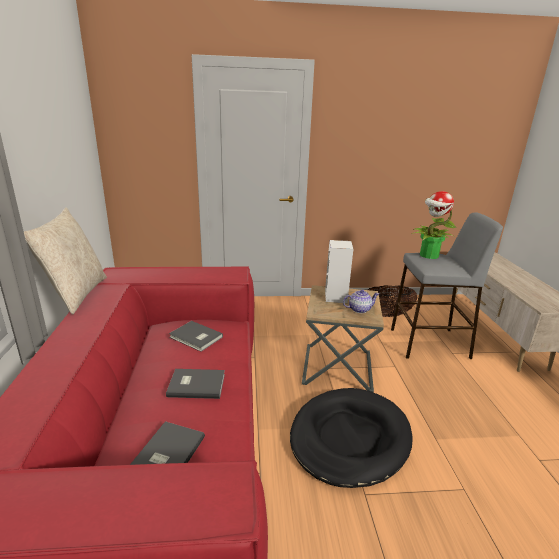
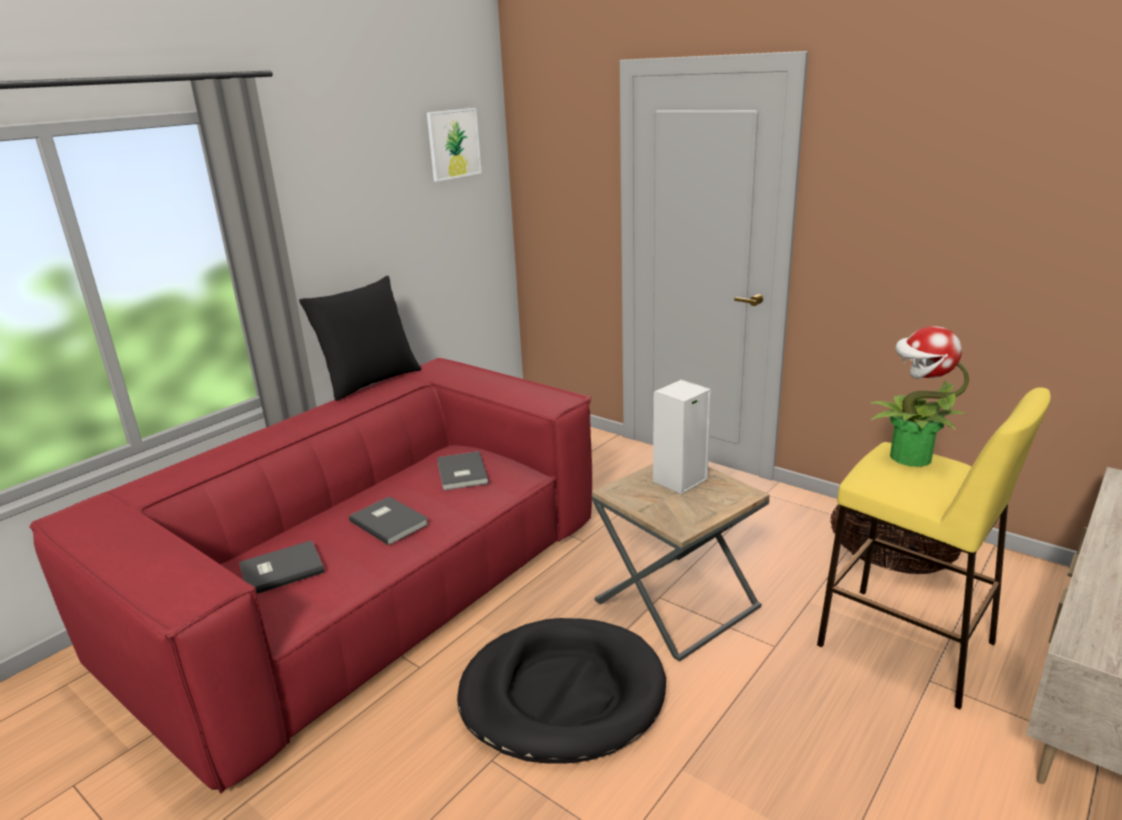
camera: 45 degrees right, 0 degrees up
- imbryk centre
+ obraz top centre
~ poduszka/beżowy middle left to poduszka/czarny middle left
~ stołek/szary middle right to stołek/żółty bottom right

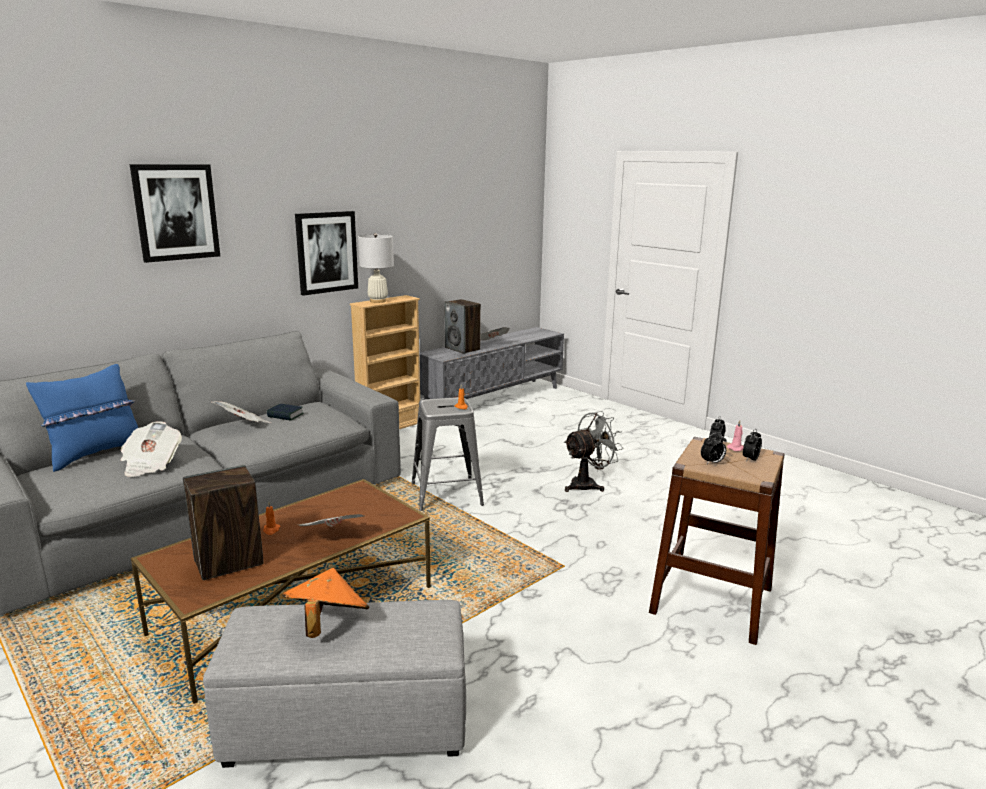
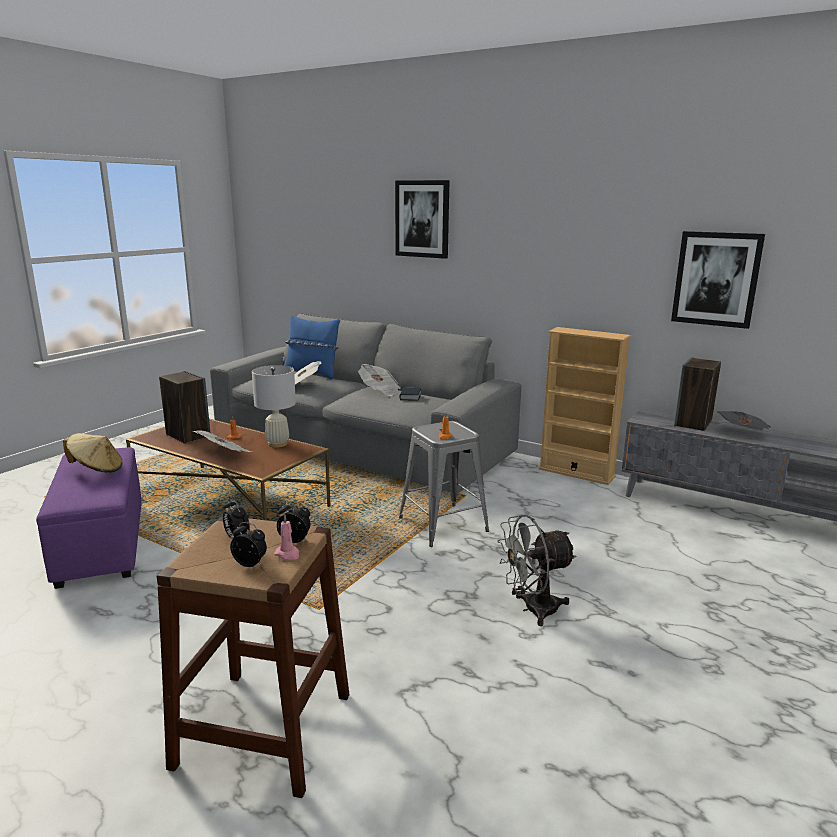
camera: 75 degrees right, 0 degrees up
~ obraz (no. 2 from left) top left to middle right
~ lampa stołowa/biały centre to middle left
~ pufa/szary bottom centre to pufa/fioletowy middle left
~ kapelusz/pomarańczowy bottom left to kapelusz/beżowy middle left
~ wentylator/szary centre = bottom centre 120 degrees clockwise

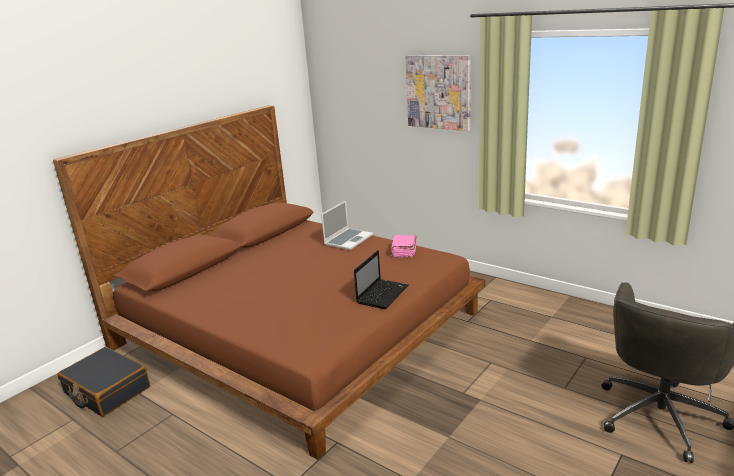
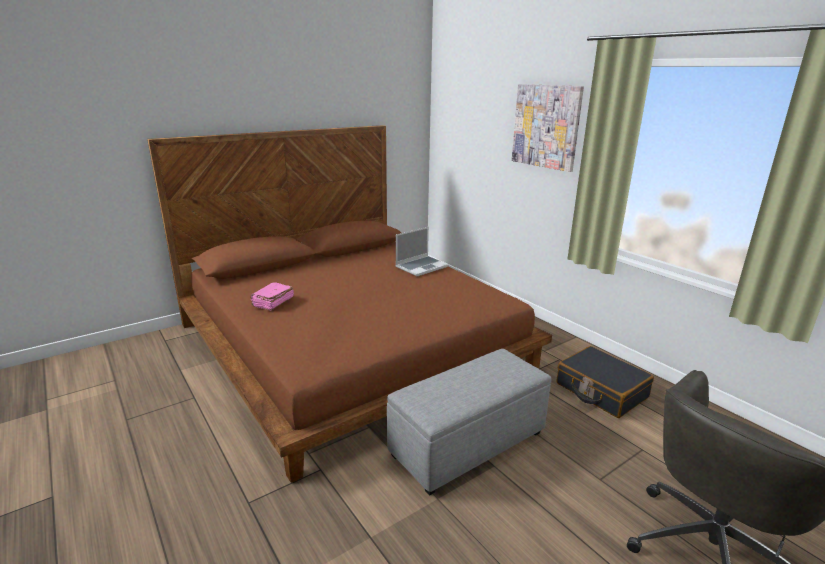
camera: 15 degrees right, 0 degrees up
- laptop (no. 2 from left) centre
+ pufa/szary bottom centre
~ walizka/czarny bottom left to bottom right
~ książka/różowy centre to middle left

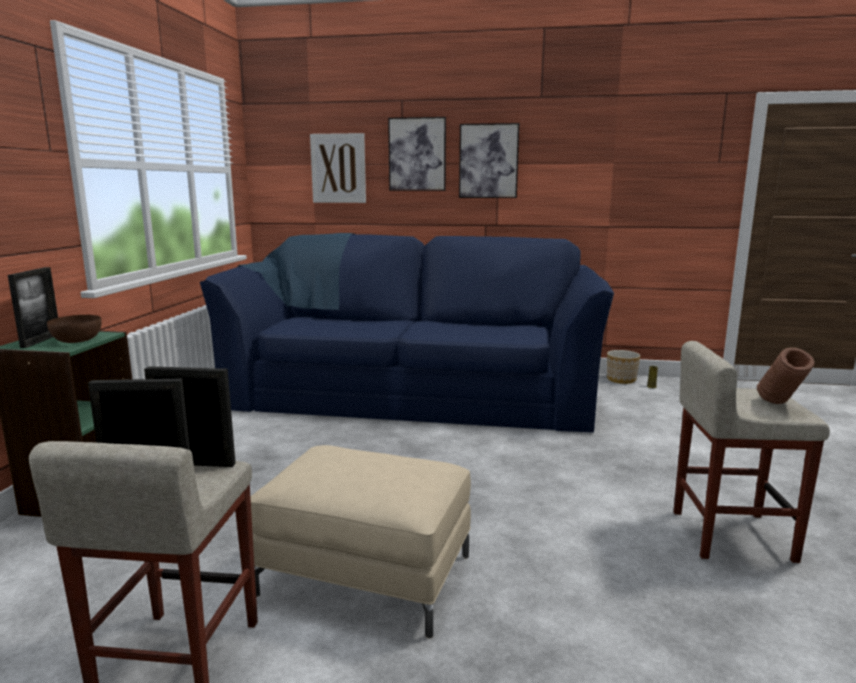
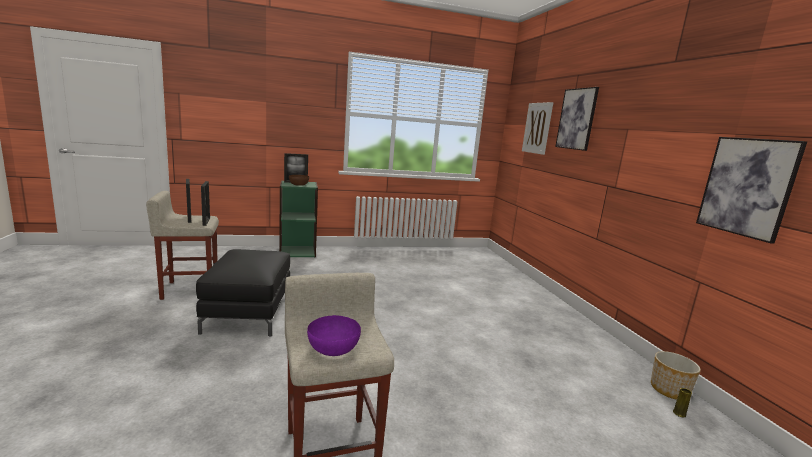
camera: 65 degrees right, 0 degrees up
- kanapa/niebieski centre
~ obraz (no. 3 from left) top centre to middle right
~ wazon/brązowy middle right to miska/fioletowy bottom centre
~ pufa/beżowy bottom centre to pufa/czarny middle left

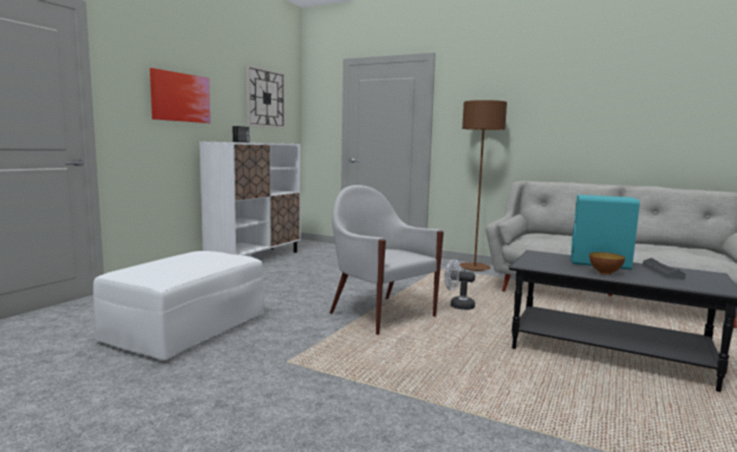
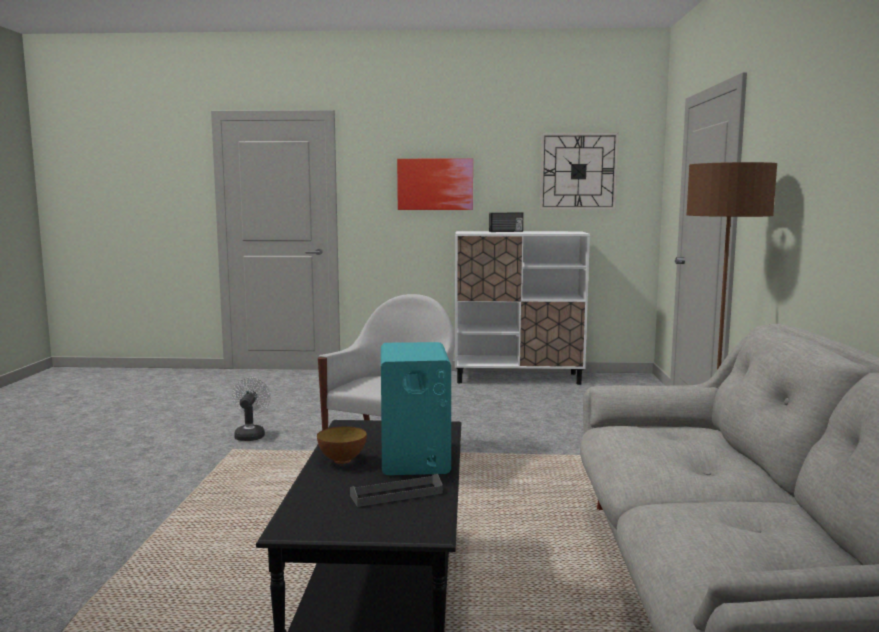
camera: 65 degrees right, 0 degrees up
- pufa/biały bottom left
~ wentylator/biały centre to middle left

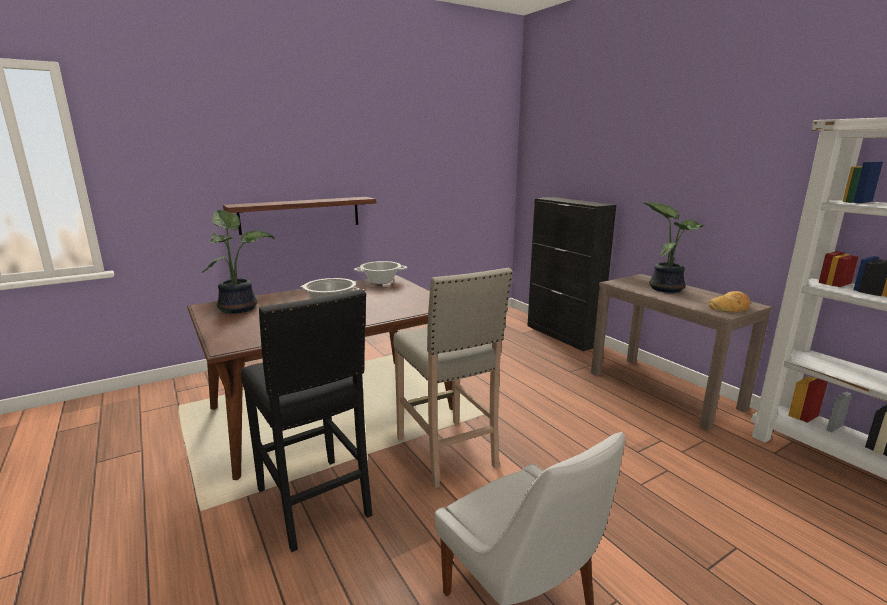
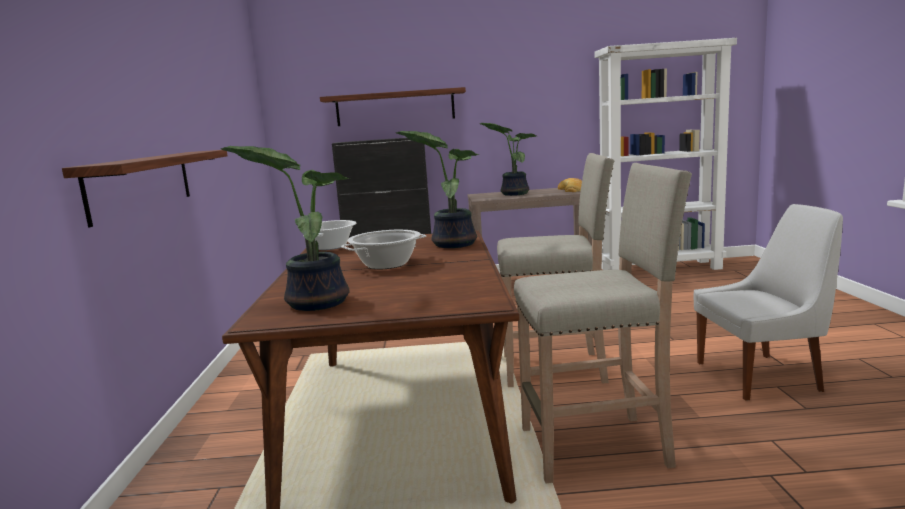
camera: 60 degrees left, 5 degrees down
+ półka (no. 2 from left) top centre
+ roślina doniczkowa (no. 2 from left) centre
~ stołek/czarny bottom centre to stołek/beżowy (no. 2 from left) centre

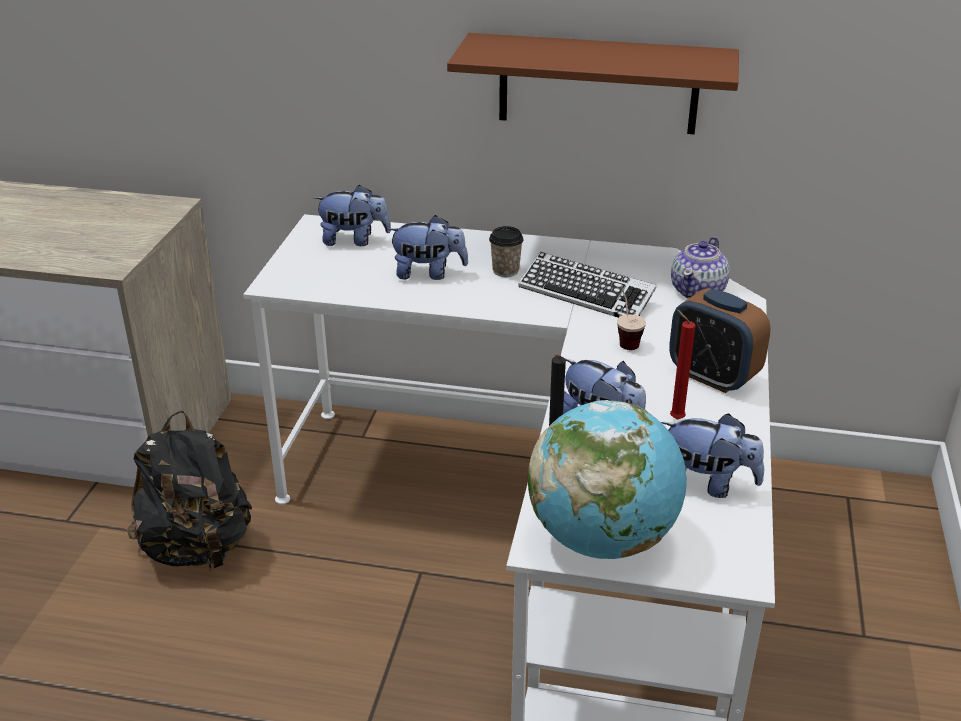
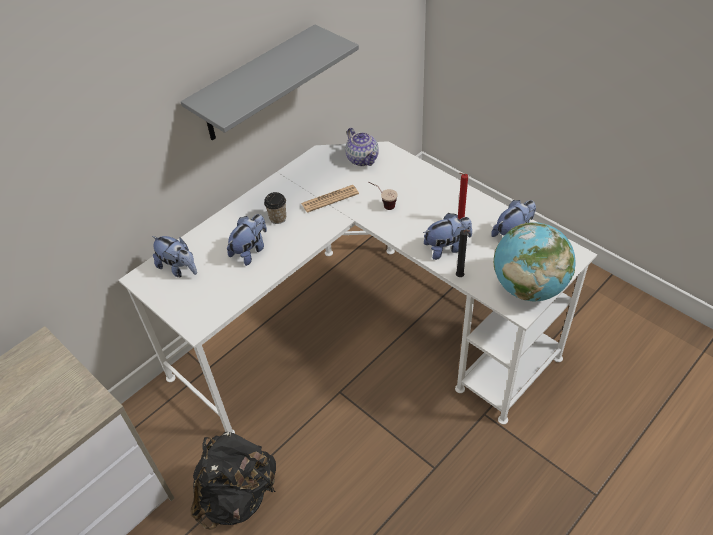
camera: 55 degrees left, 15 degrees up
- budzik middle right
~ klawiatura centre to gazeta centre
~ półka/brązowy top centre to półka/szary top centre
~ pluszak (no. 1 from left) top centre = middle left 90 degrees clockwise

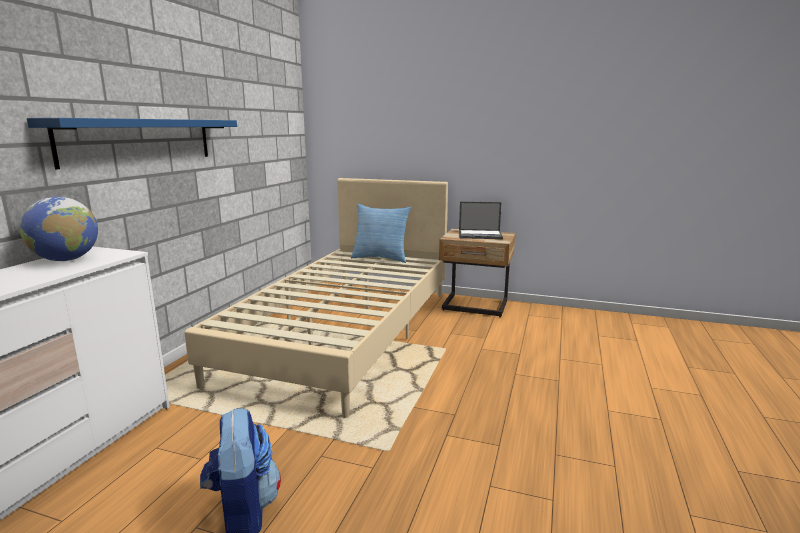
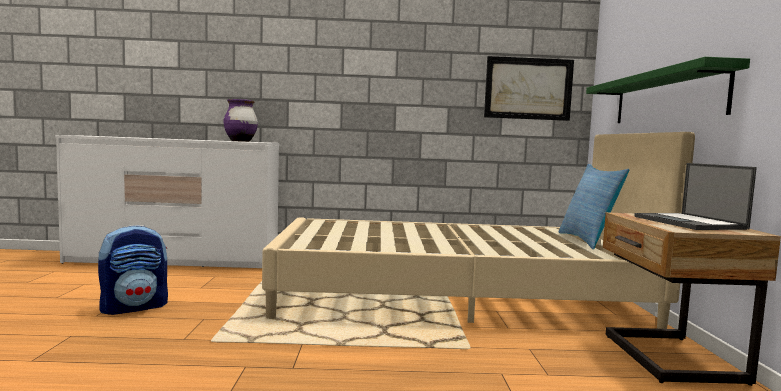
camera: 70 degrees right, 10 degrees down
- półka/niebieski top left
+ obraz top right
+ półka/zielony top right
~ globus middle left to wazon/fioletowy top left

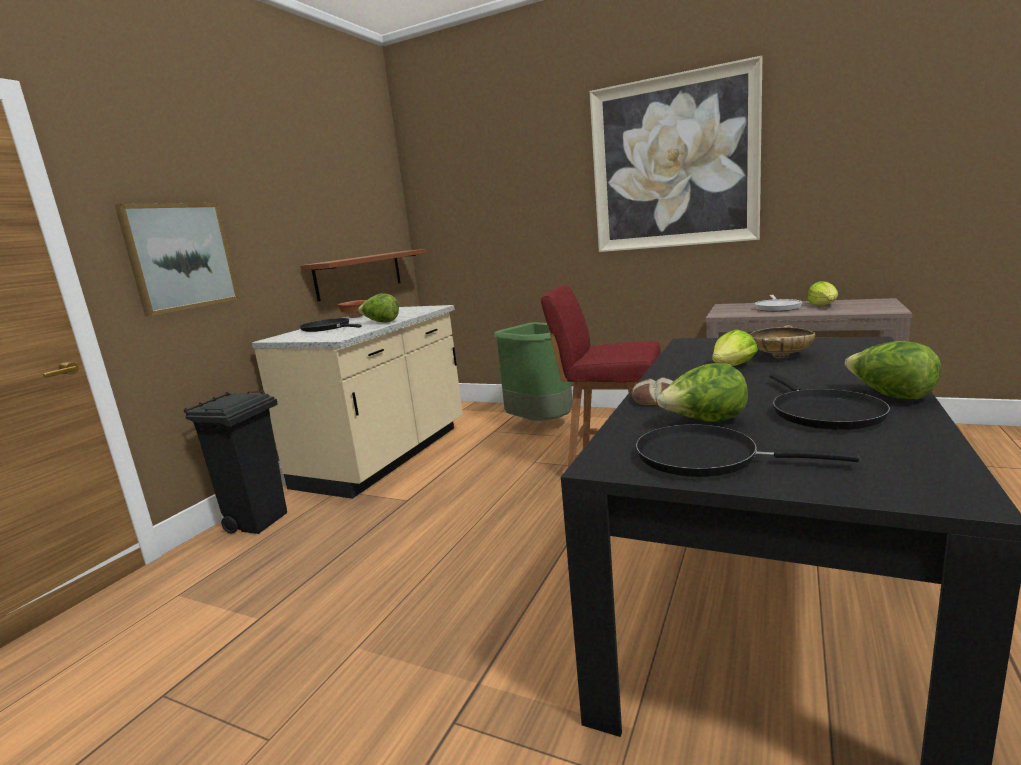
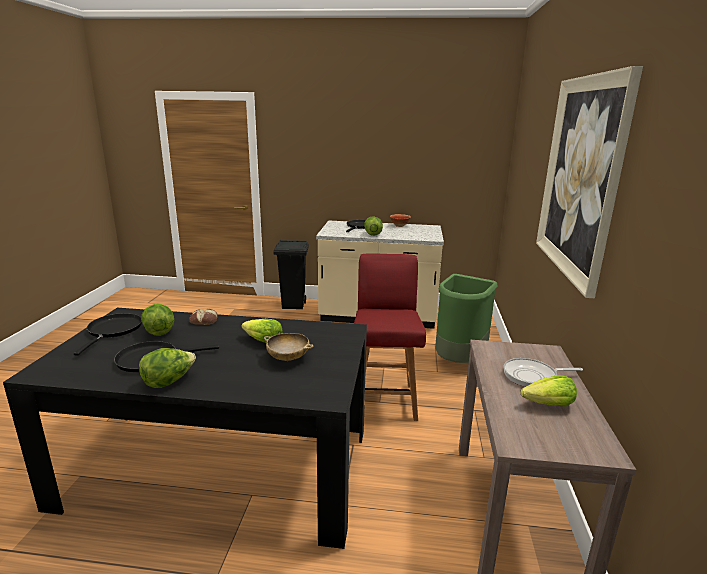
camera: 70 degrees right, 5 degrees up
- obraz (no. 1 from left) middle left
- półka/brązowy centre

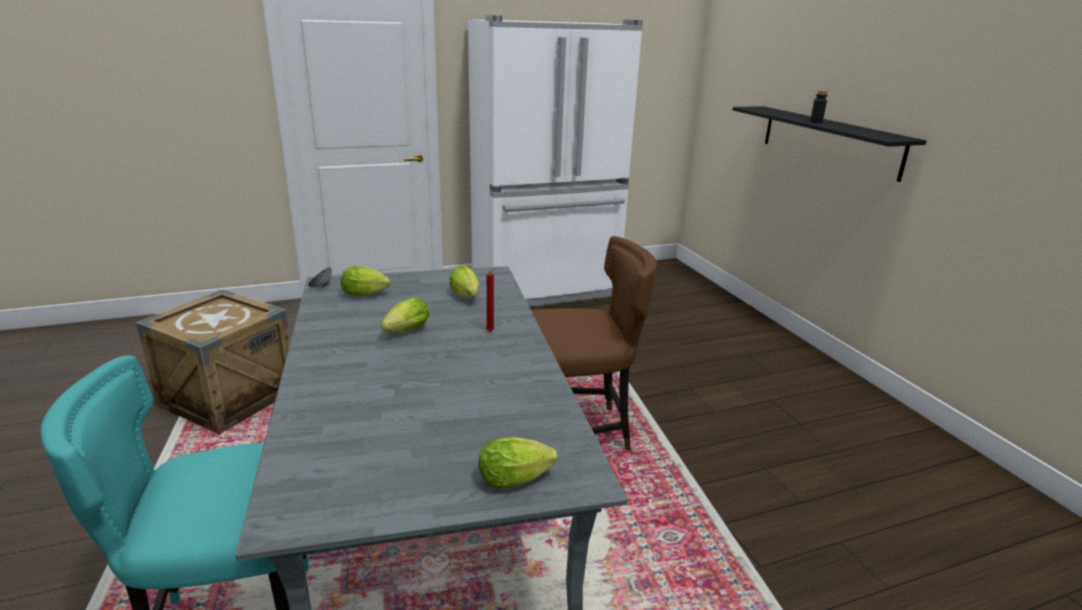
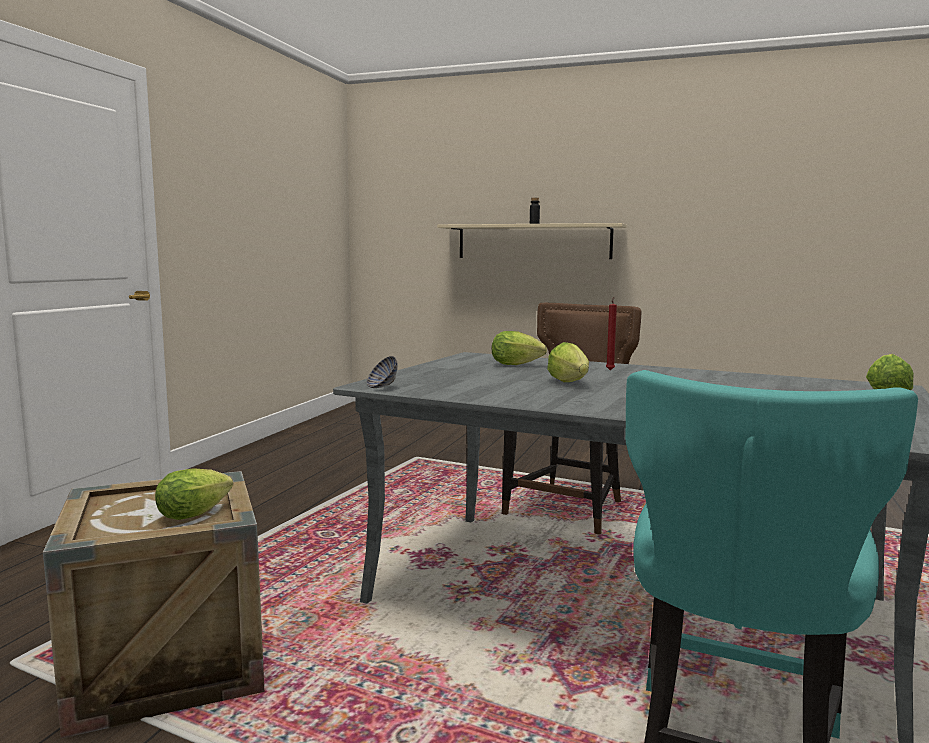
camera: 50 degrees left, 15 degrees down
- lodówka/biały top centre
~ sałata (no. 1 from left) centre to middle left
~ półka/czarny top right to półka/beżowy top centre

